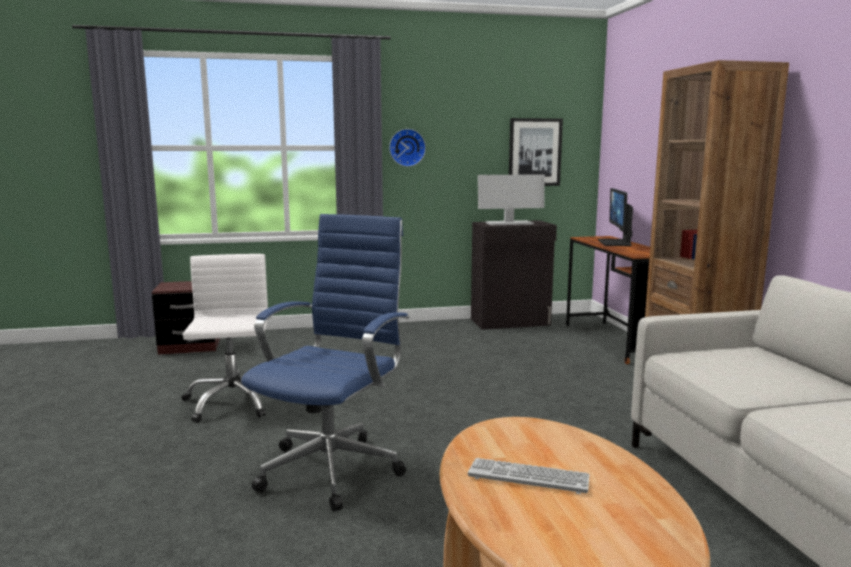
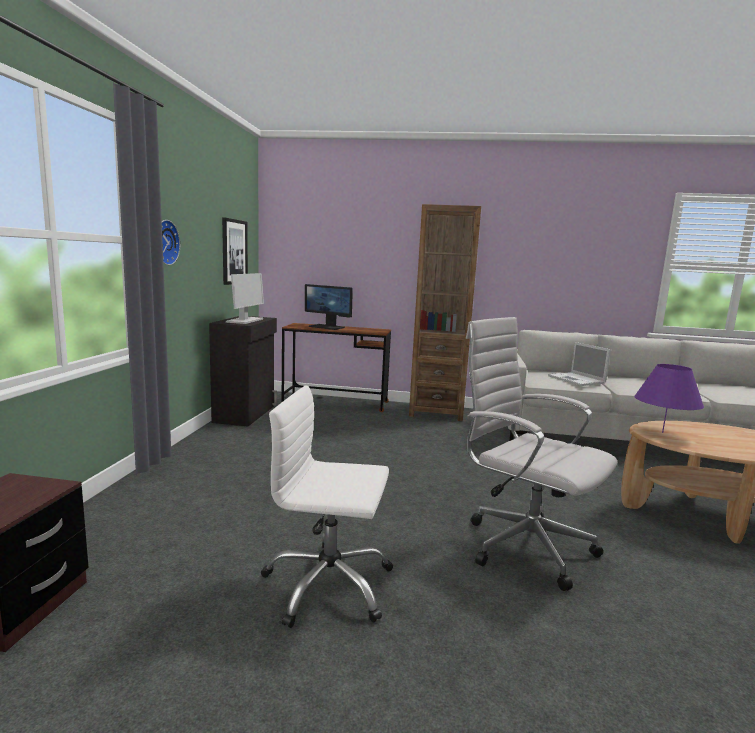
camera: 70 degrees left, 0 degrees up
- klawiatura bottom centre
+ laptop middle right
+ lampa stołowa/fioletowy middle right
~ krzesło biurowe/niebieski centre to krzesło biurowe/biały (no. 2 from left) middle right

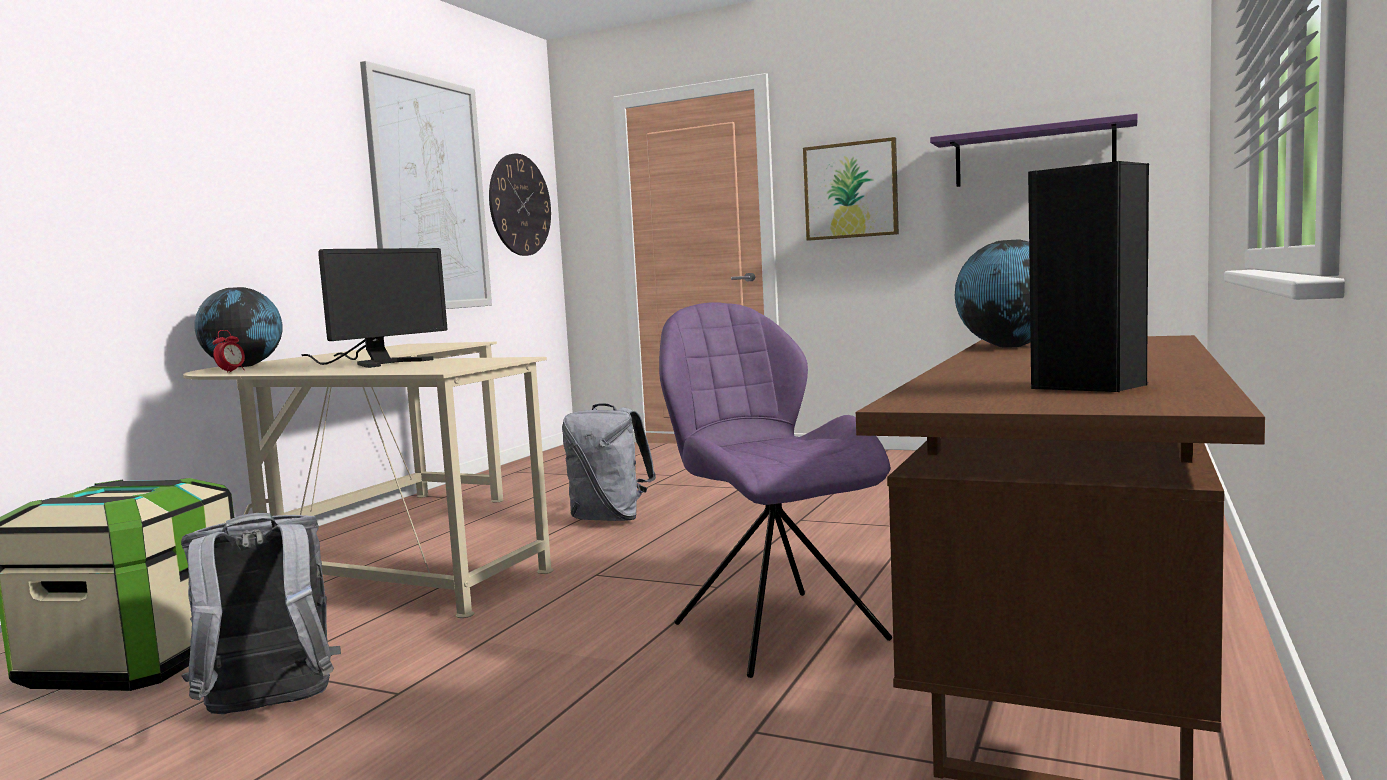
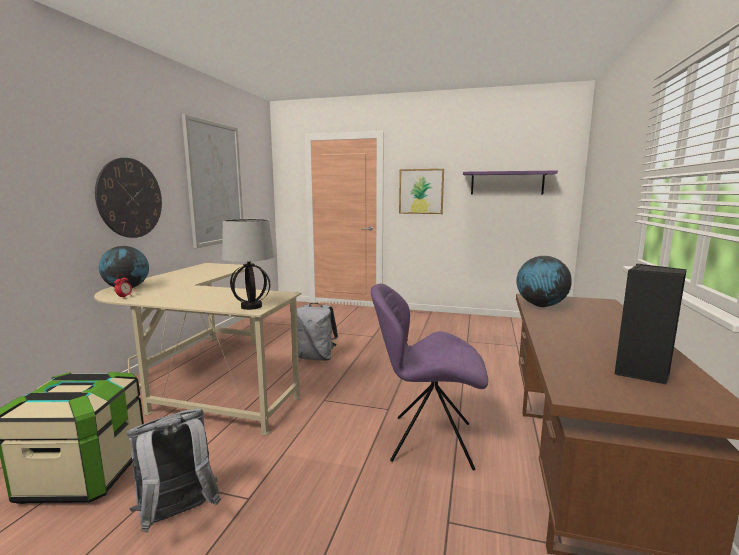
camera: 10 degrees left, 5 degrees up
- monitor middle left
+ lampa stołowa centre
~ zegar ścienny top centre to middle left
~ krzesło/fioletowy centre = bottom centre 45 degrees counterclockwise

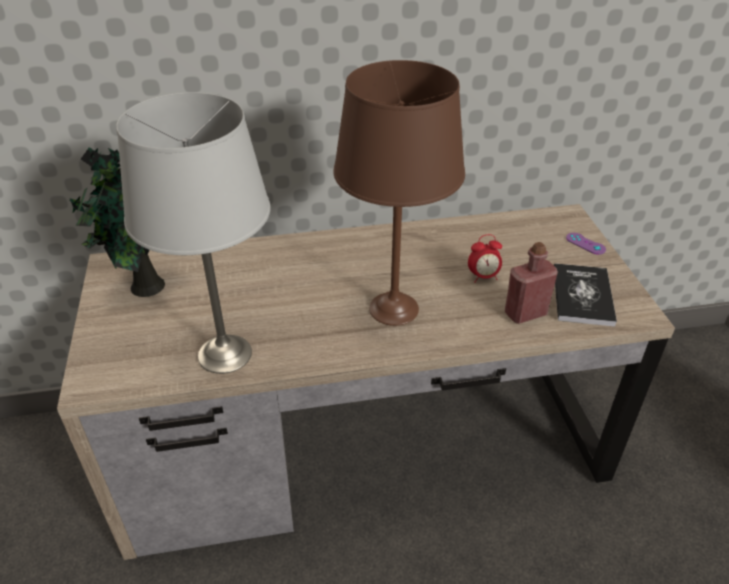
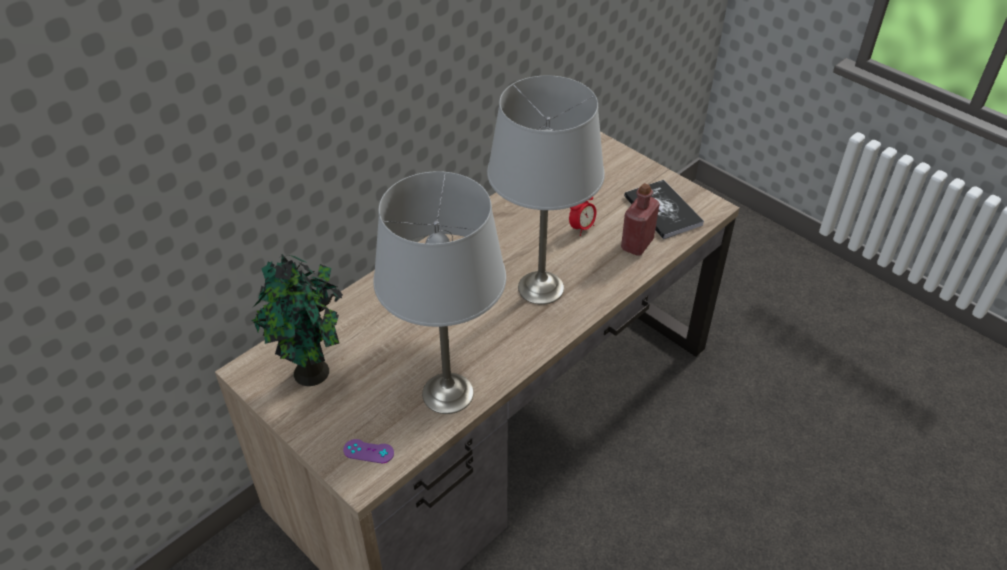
camera: 35 degrees left, 5 degrees up
~ pad do gier/fioletowy middle right to bottom centre
~ lampa stołowa/brązowy top centre to lampa stołowa/szary (no. 2 from left) centre

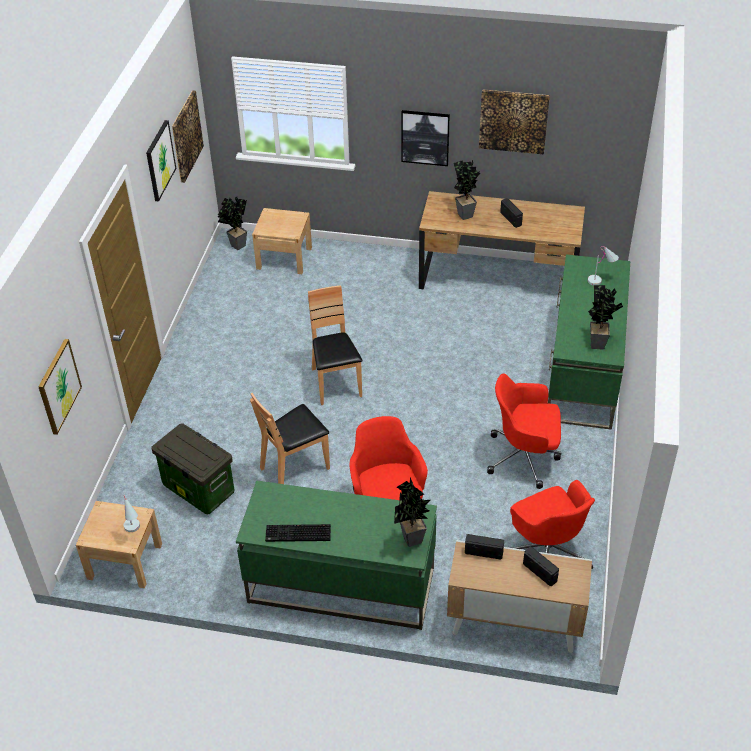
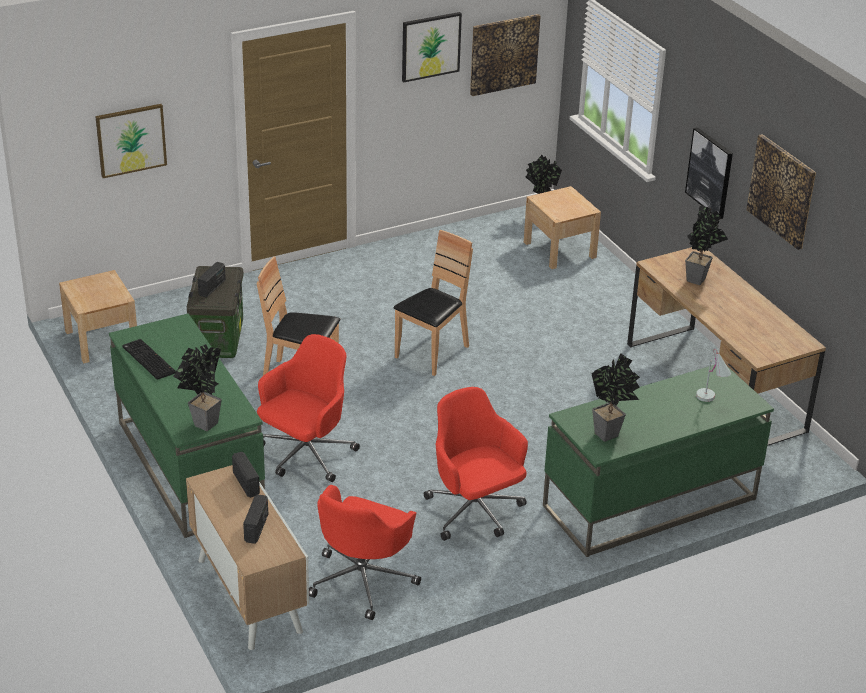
camera: 50 degrees right, 10 degrees down
- lampa stołowa/biały (no. 1 from left) bottom left
~ radio (no. 2 from left in the first image) top right to radio (no. 1 from left) middle left

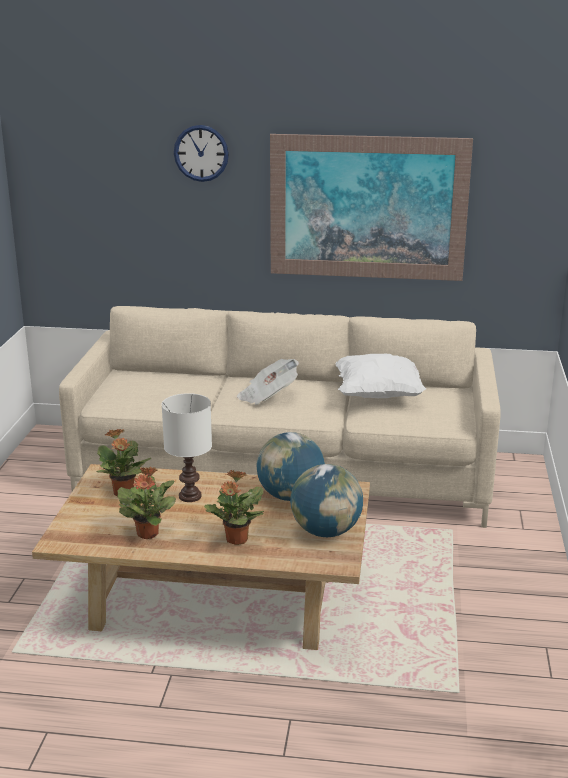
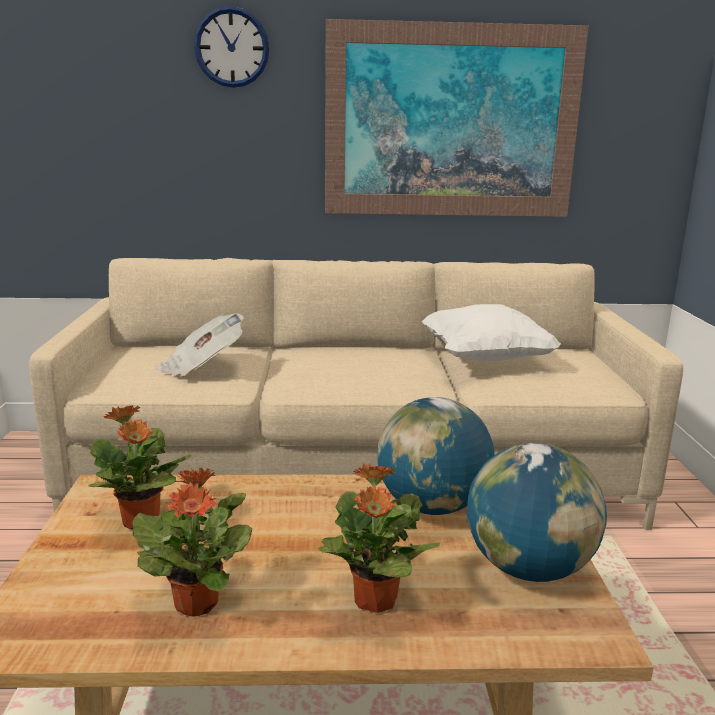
camera: 10 degrees left, 5 degrees down
- lampa stołowa/biały middle left
~ gazeta centre to middle left

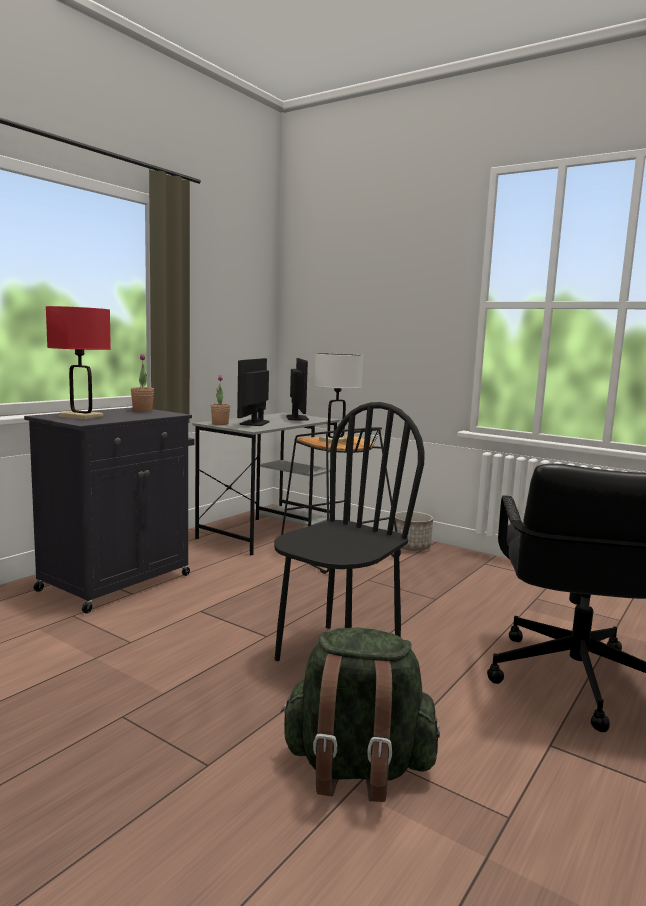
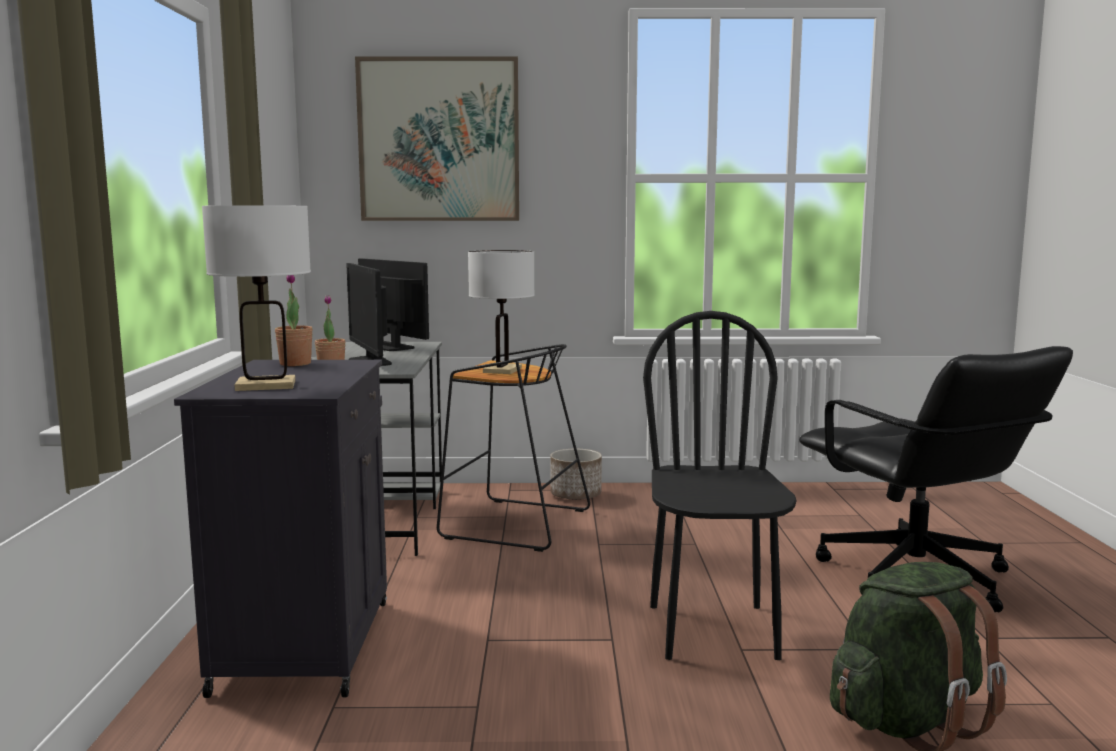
camera: 35 degrees left, 0 degrees up
+ obraz top centre
~ lampa stołowa/czerwony middle left to lampa stołowa/biały (no. 1 from left) middle left

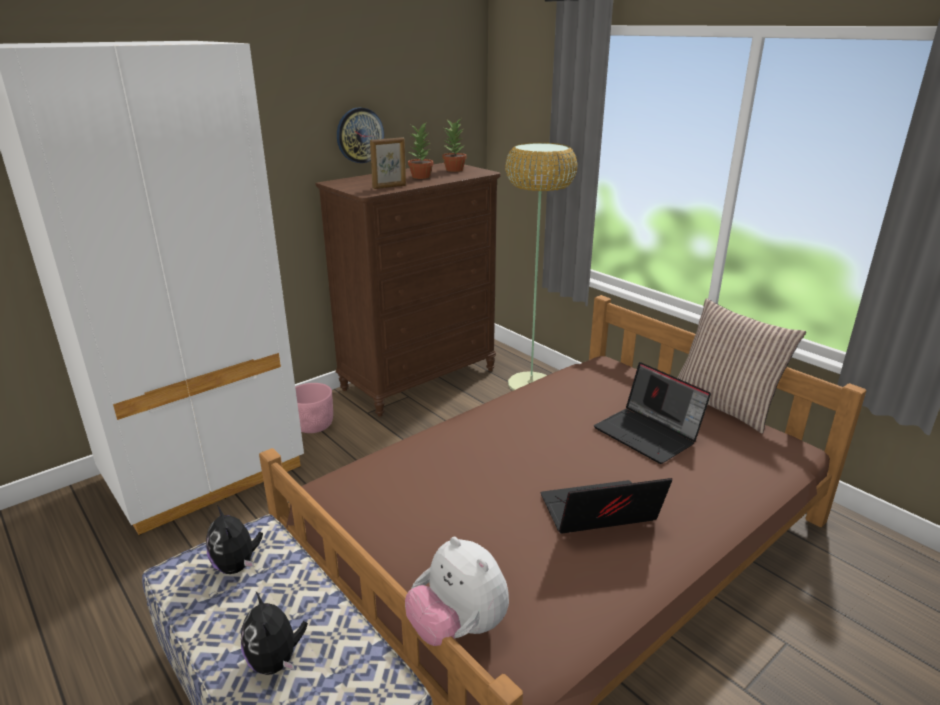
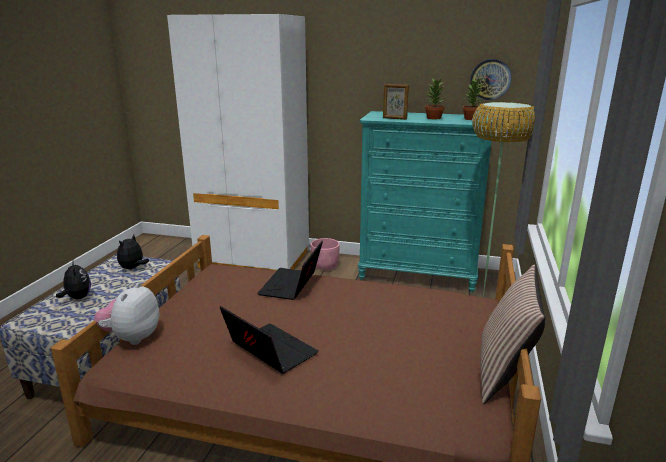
camera: 55 degrees right, 5 degrees down
~ zegar ścienny top centre to top right
~ laptop (no. 2 from left) middle right to centre
~ komoda/brązowy centre to komoda/turkusowy centre
~ pluszak (no. 2 from left in the first image) bottom left = middle left 120 degrees clockwise

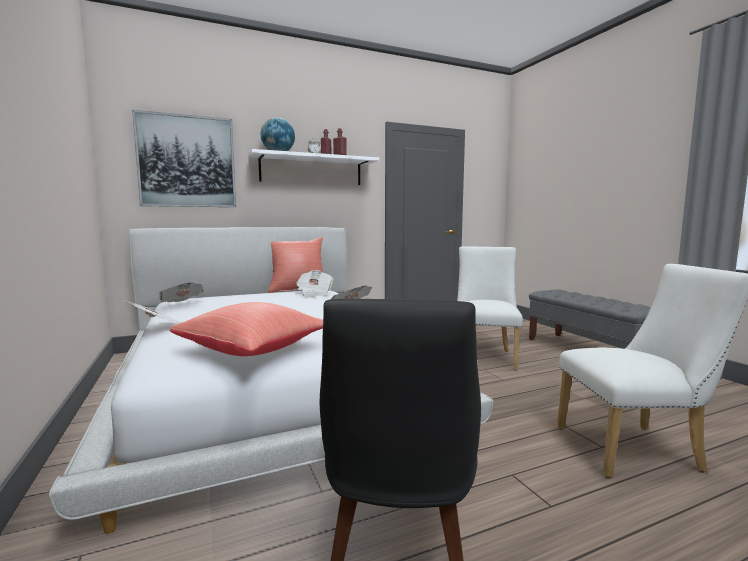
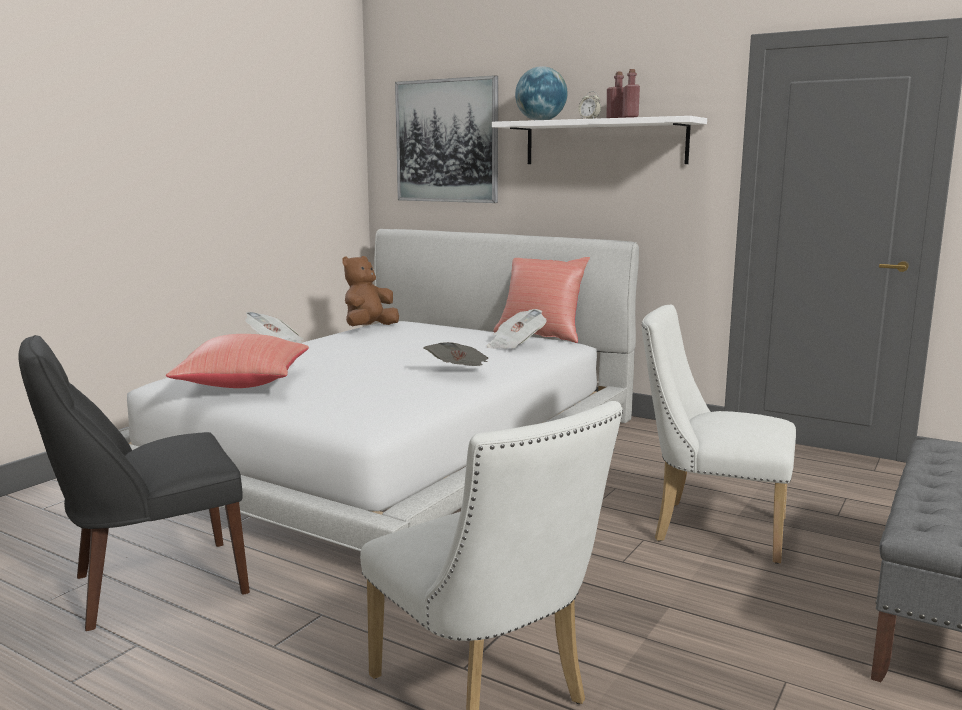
camera: 55 degrees right, 5 degrees up
~ gazeta (no. 2 from left) middle left to pluszak/brązowy centre
~ krzesło/biały (no. 1 from left in the first image) centre = middle right 135 degrees counterclockwise

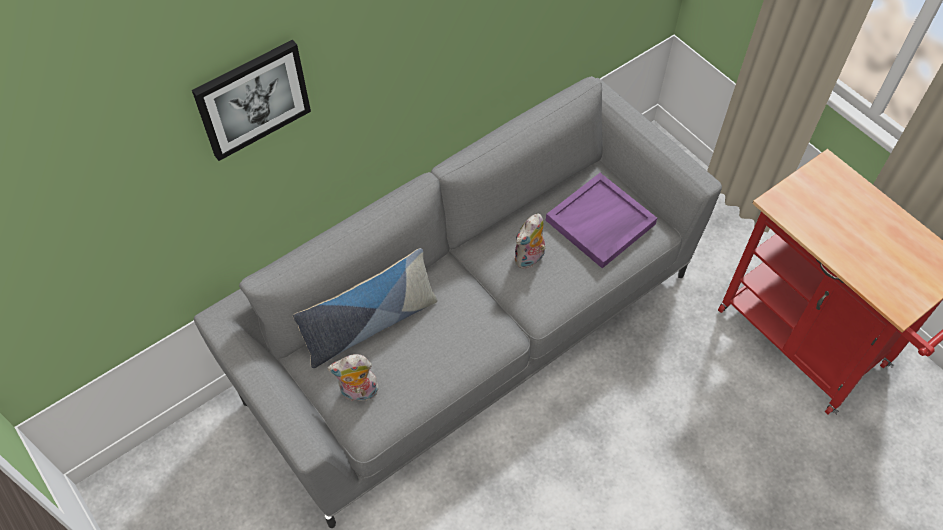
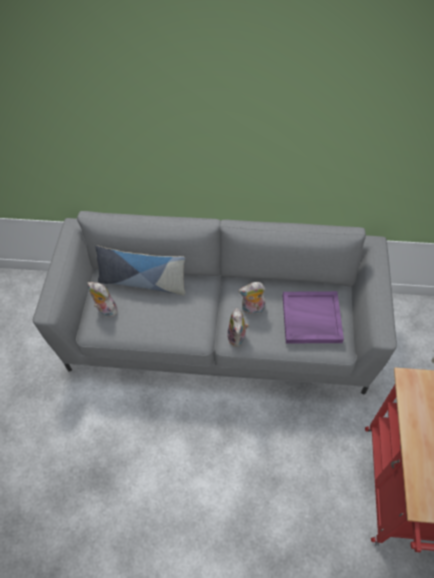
camera: 45 degrees right, 0 degrees up
- obraz top left
+ pluszak (no. 2 from left) centre

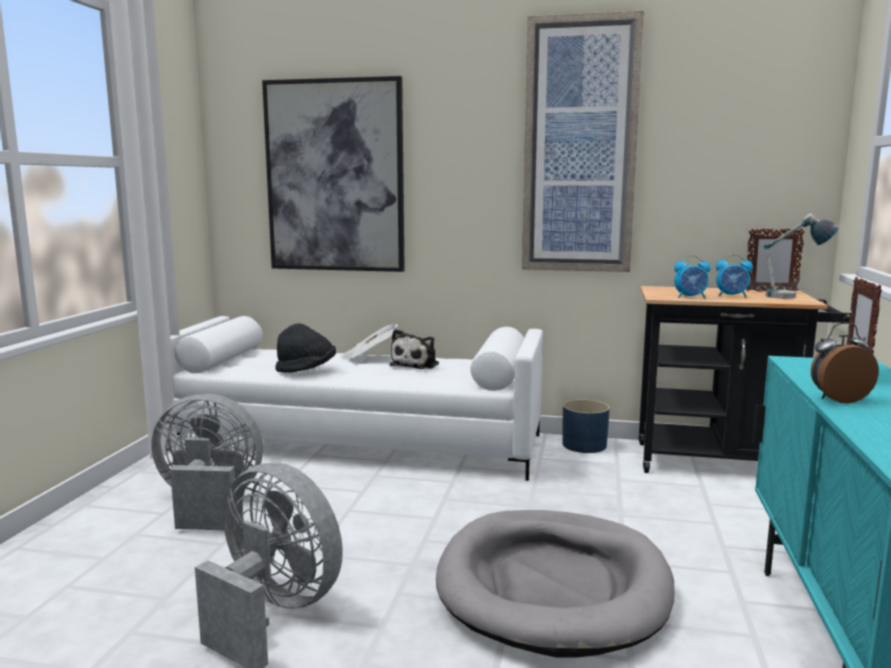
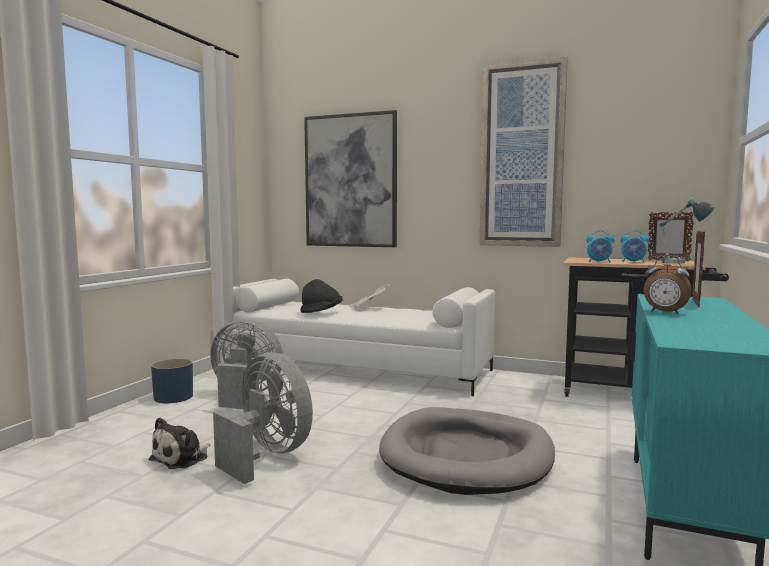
camera: 10 degrees right, 5 degrees down
~ pluszak centre to bottom left
~ donica/niebieski centre to bottom left
~ budzik (no. 3 from left) middle right = middle right 150 degrees counterclockwise

